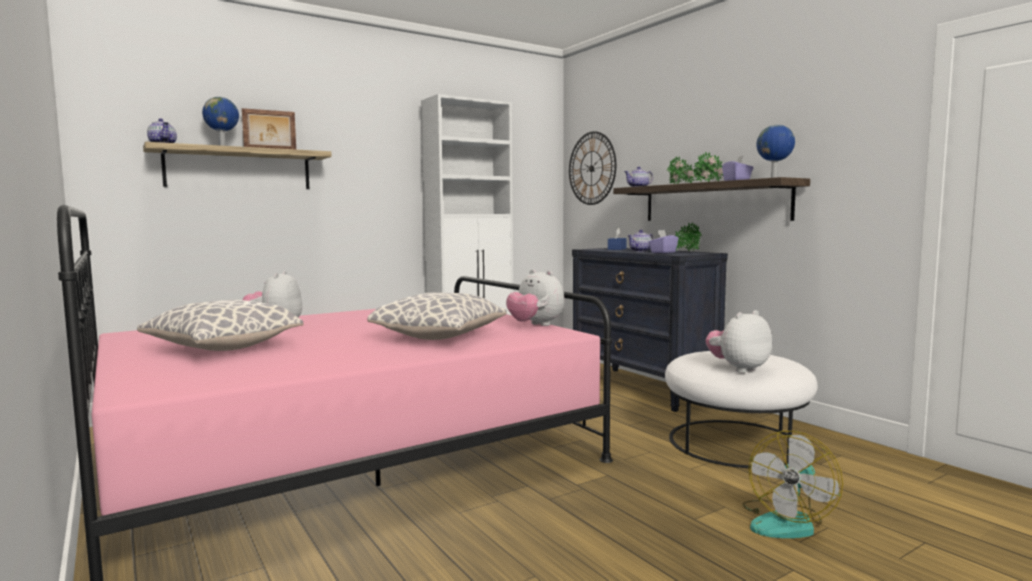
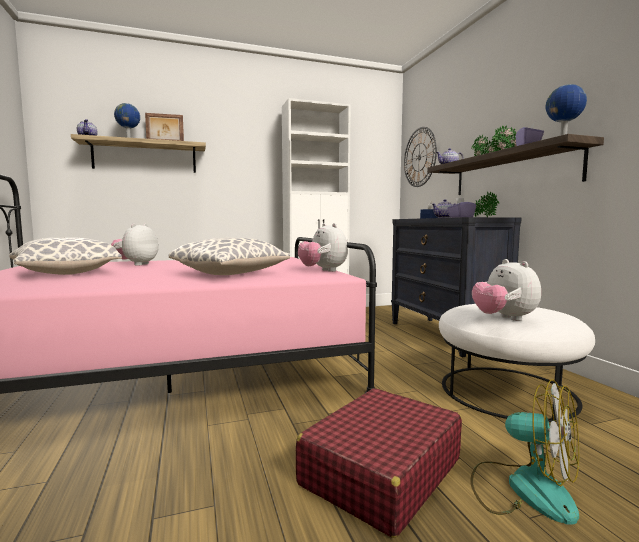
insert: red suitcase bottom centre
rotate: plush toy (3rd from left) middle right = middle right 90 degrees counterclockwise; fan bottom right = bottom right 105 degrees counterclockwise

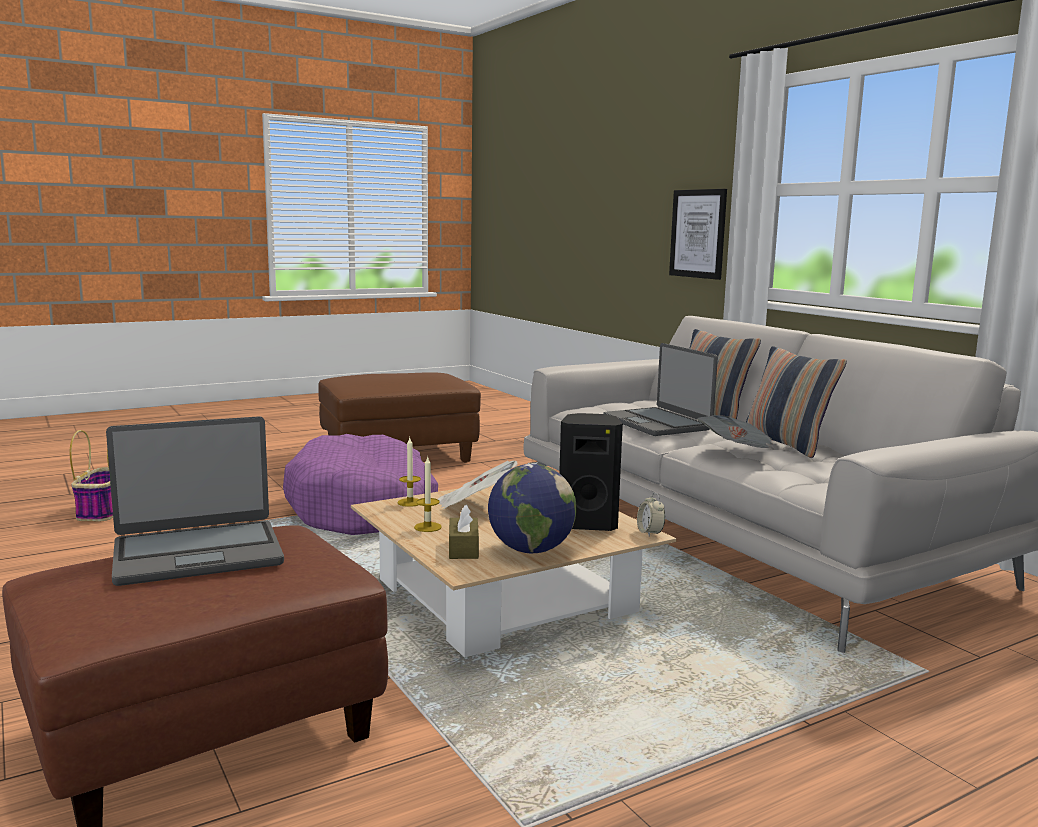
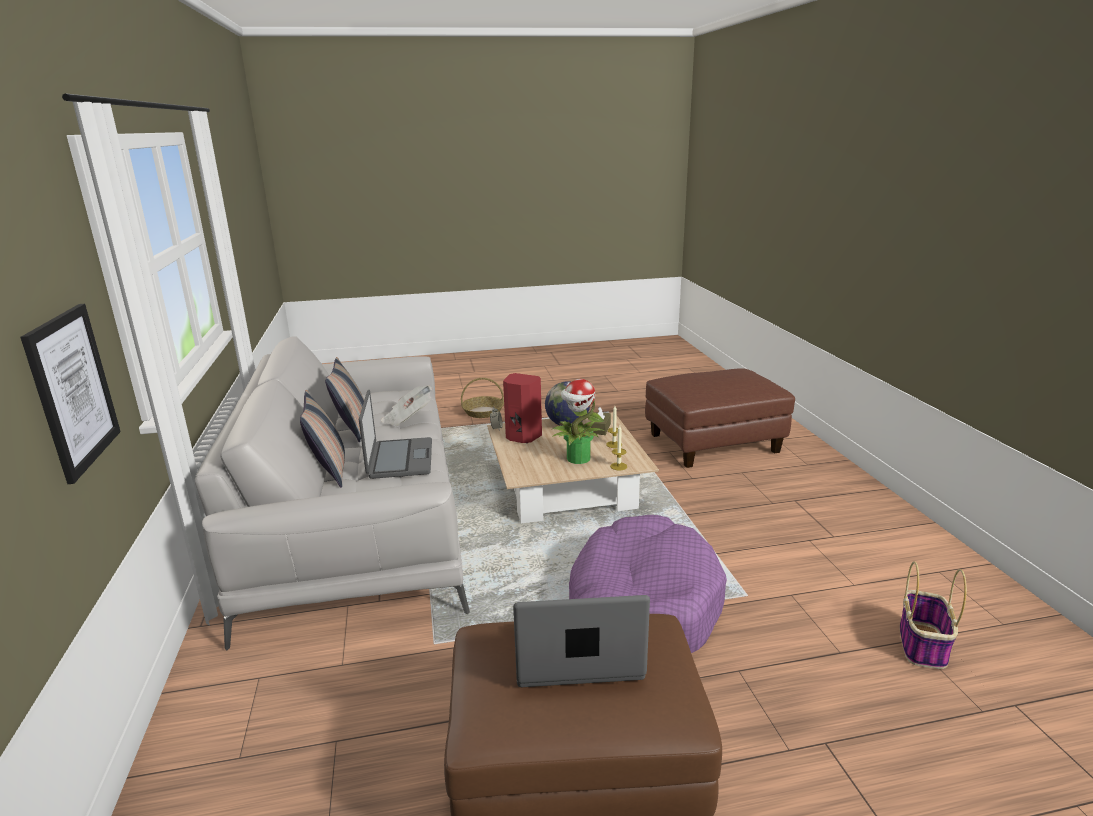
insert: basket (1st from left) centre
move: laptop (1st from left in the first image) middle left to laptop (2nd from left) bottom centre
replace: newspaper (1st from left) centre to potted plant centre
recolor: black speaker centre to red speaker centre

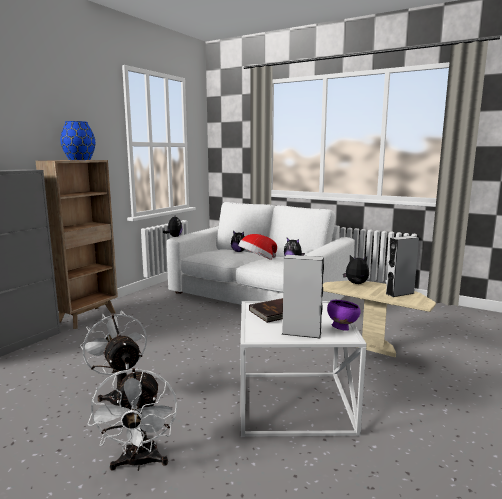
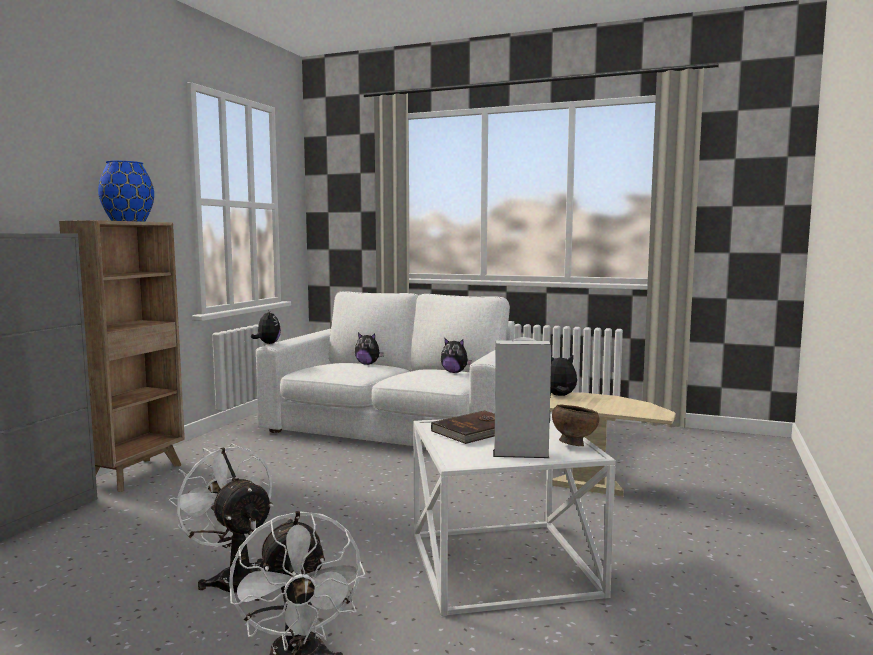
delete: hat centre; grey speaker (2nd from left) middle right
recolor: purple bowl middle right to brown bowl centre

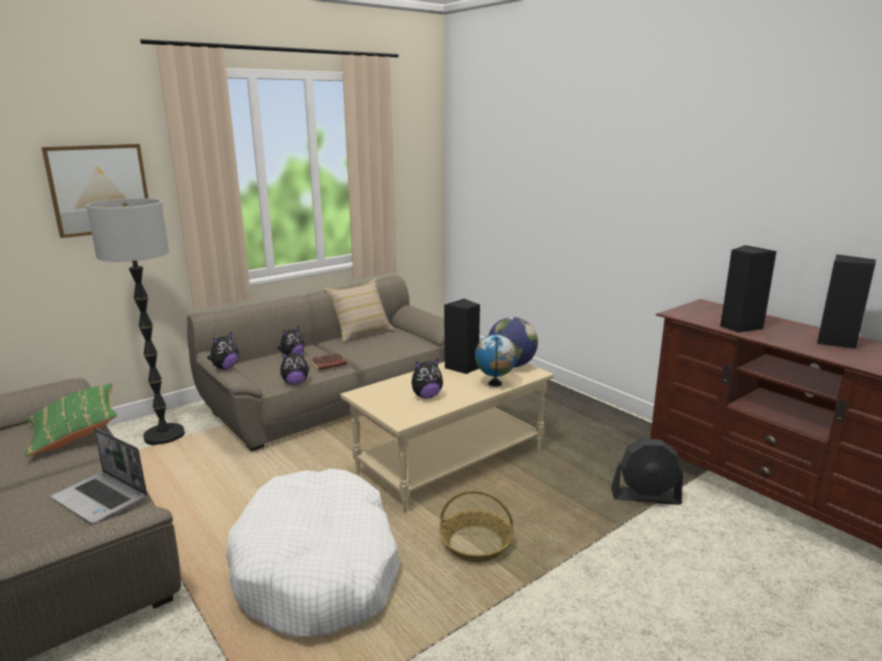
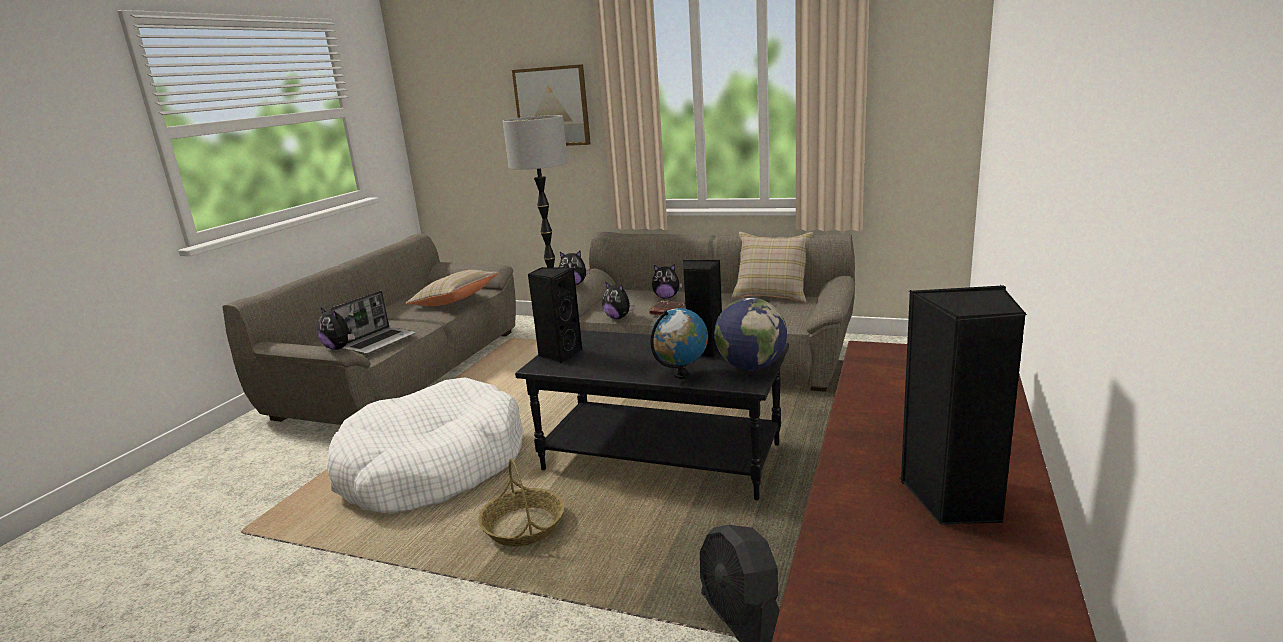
move: plush toy (4th from left in the first image) centre to plush toy (1st from left) middle left; black speaker (2nd from left in the first image) middle right to black speaker (1st from left) centre
recolor: green pillow middle left to beige pillow (1st from left) centre; beige coffee table centre to black coffee table centre
rotate: laptop bottom left = middle left 150 degrees counterclockwise

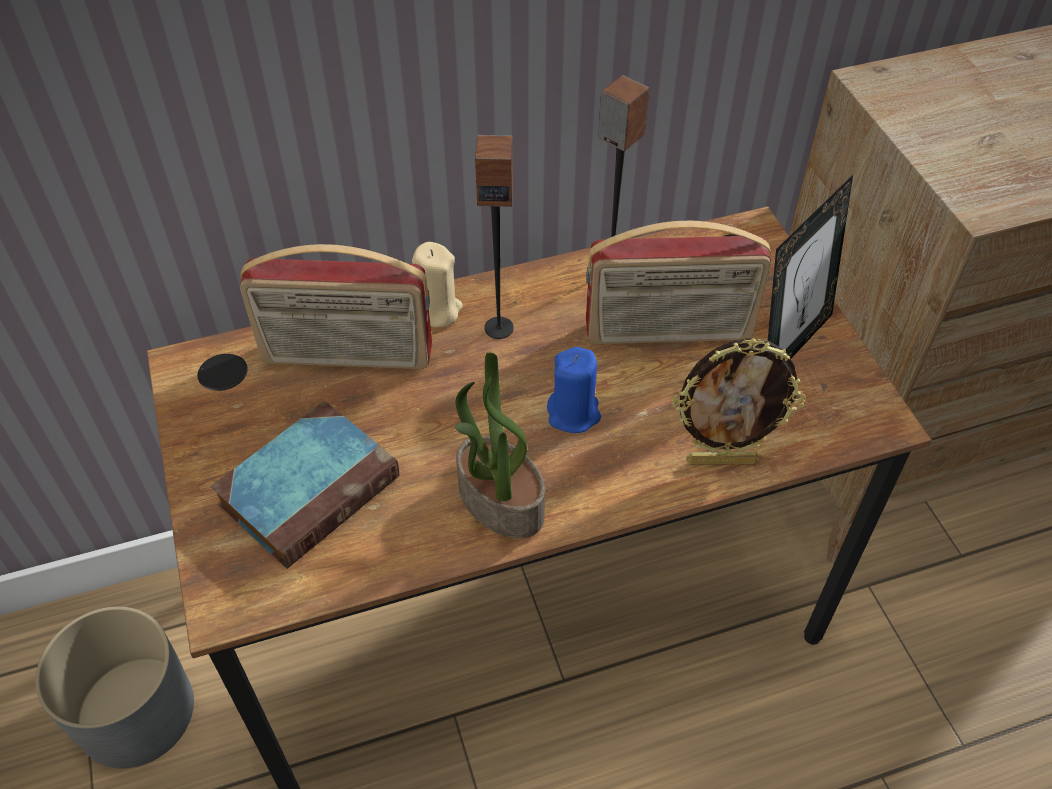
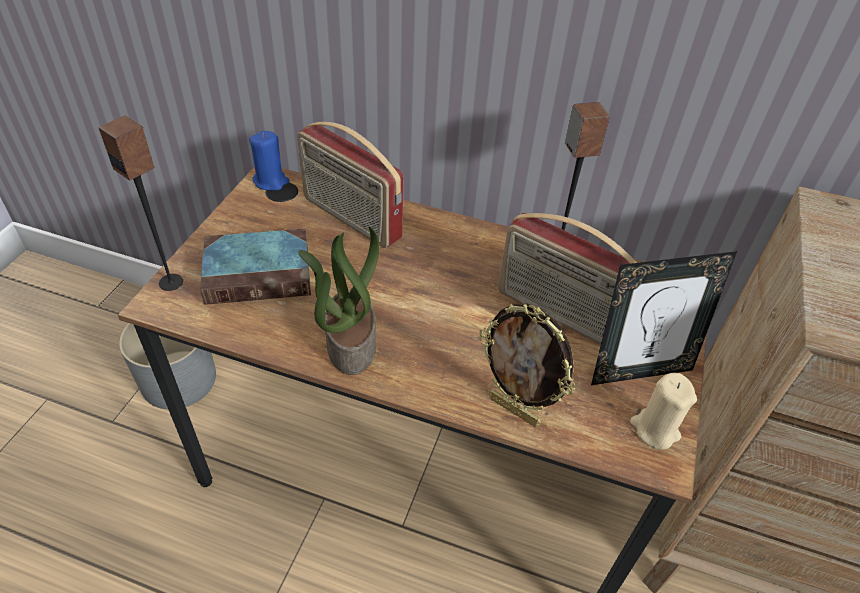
move: beige candle centre to bottom right; speaker (1st from left) top centre to middle left; blue candle centre to top left

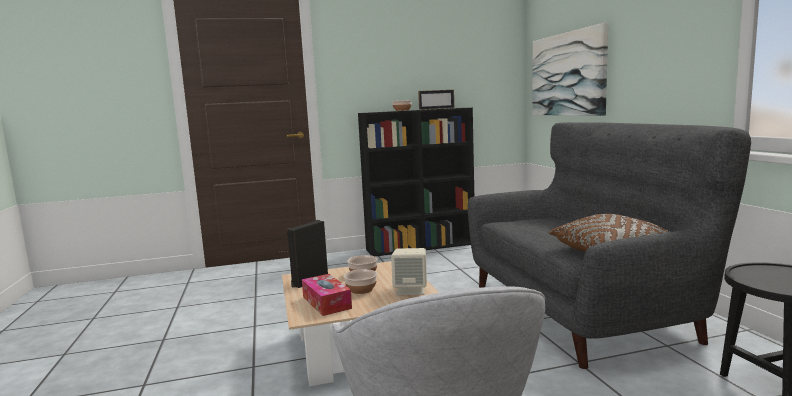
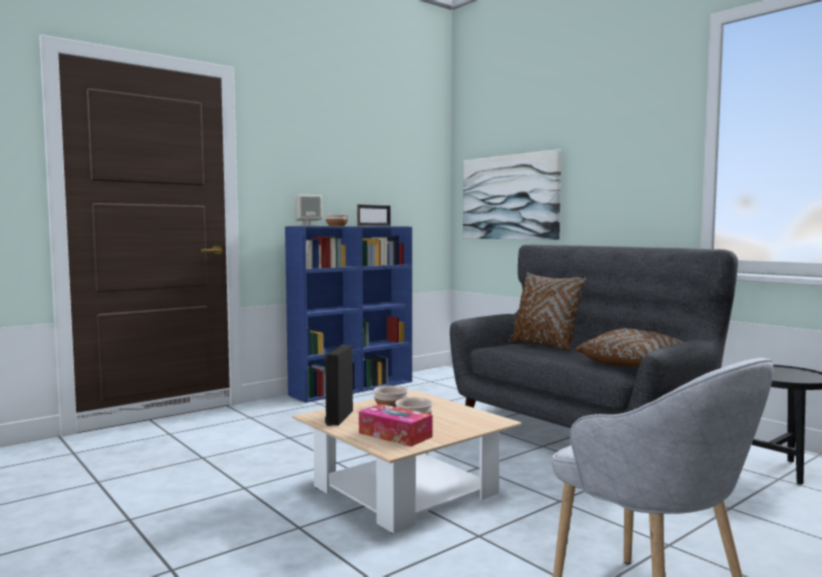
insert: brown pillow (1st from left) centre
move: beige speaker bottom centre to centre
recolor: black bookcase centre to blue bookcase centre

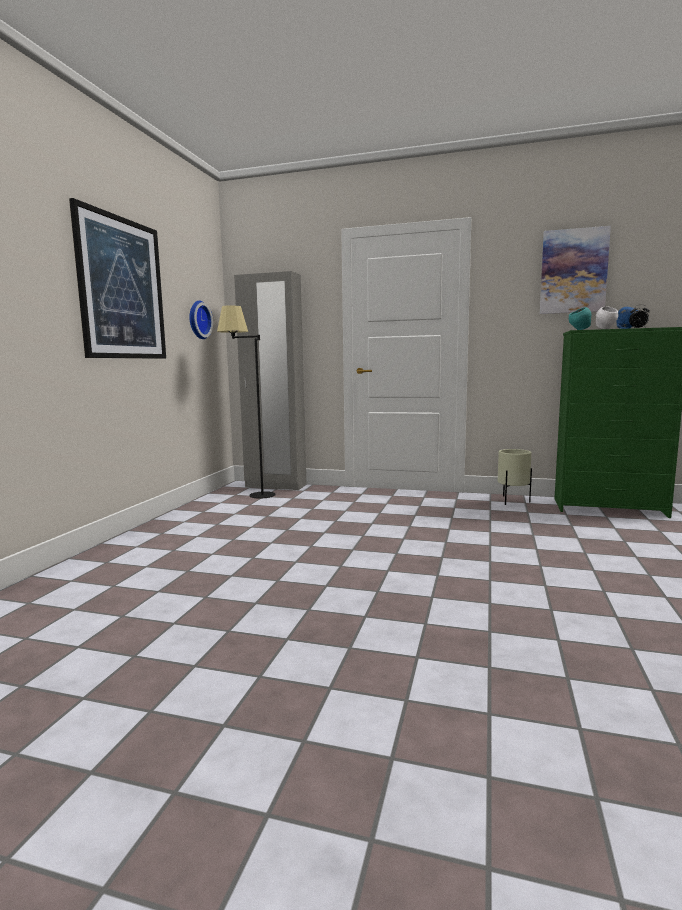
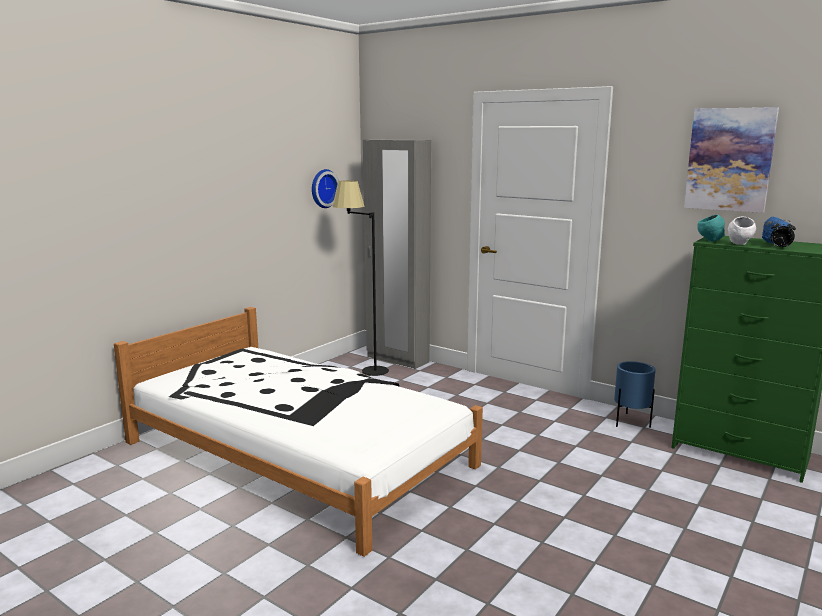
delete: picture (1st from left) top left
insert: white bed bottom centre
recolor: beige planter middle right to blue planter middle right

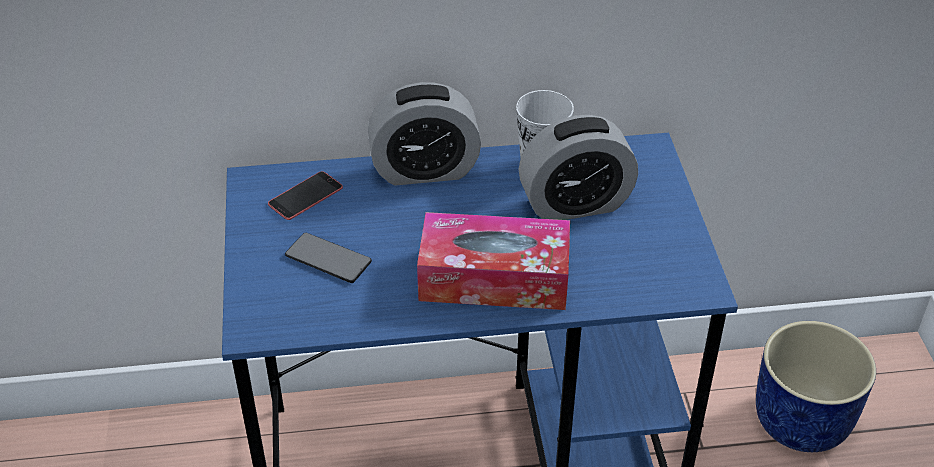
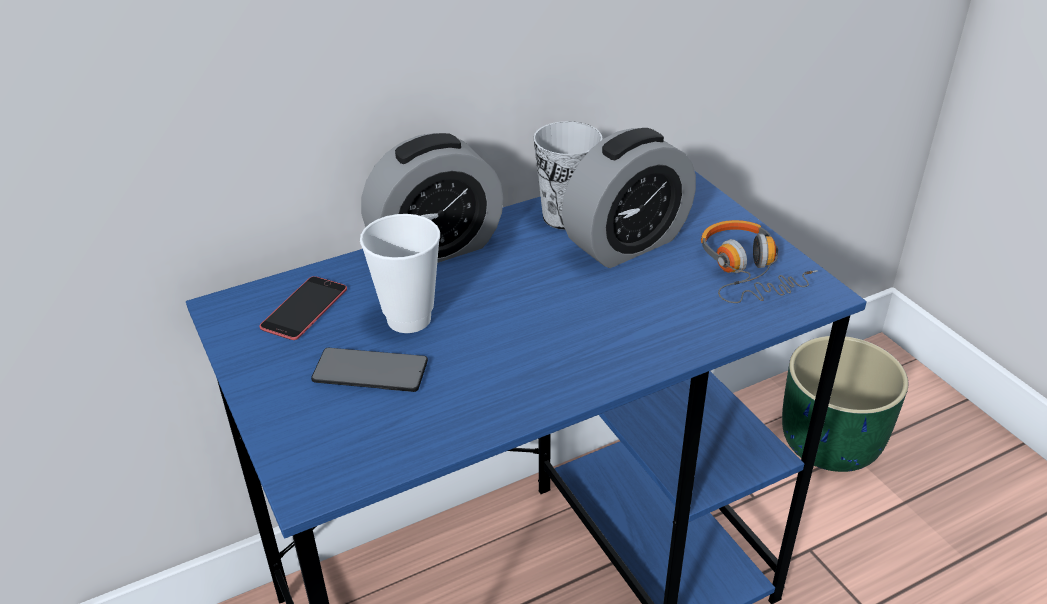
delete: tissue box centre
insert: cup (1st from left) centre; headphones middle right
recolor: blue planter bottom right to green planter bottom right

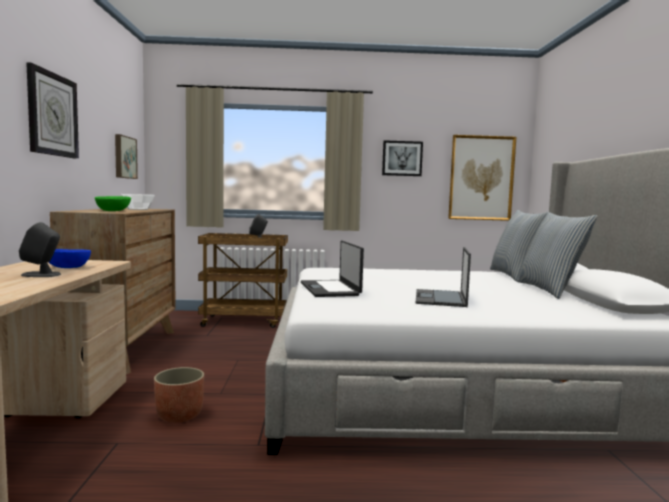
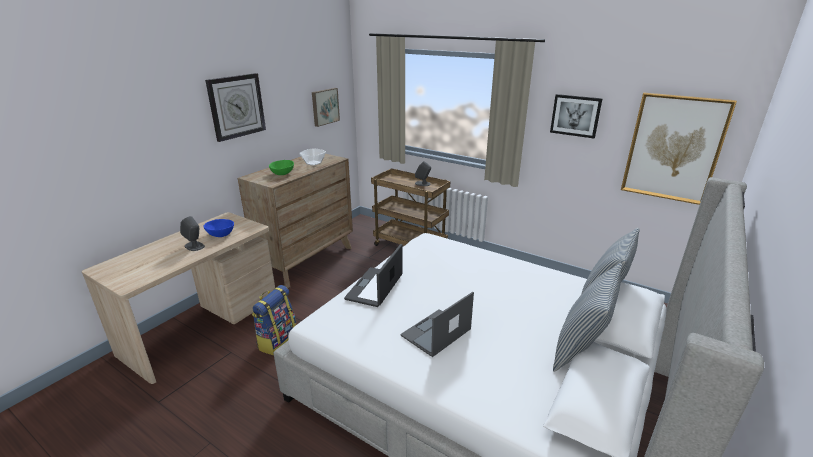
replace: planter bottom left to backpack bottom centre

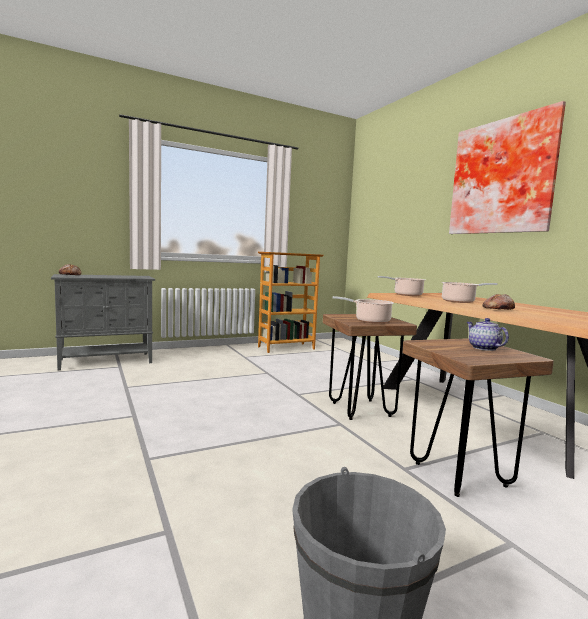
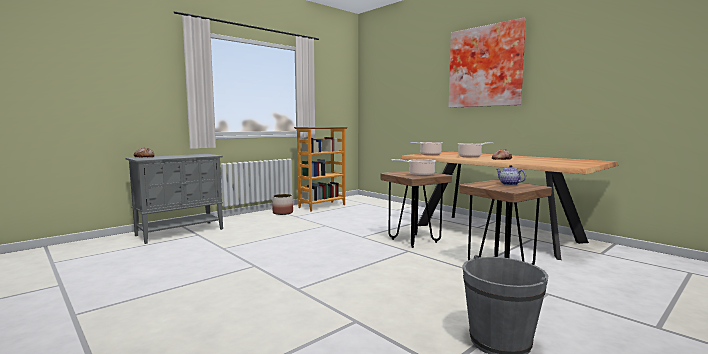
insert: planter centre

